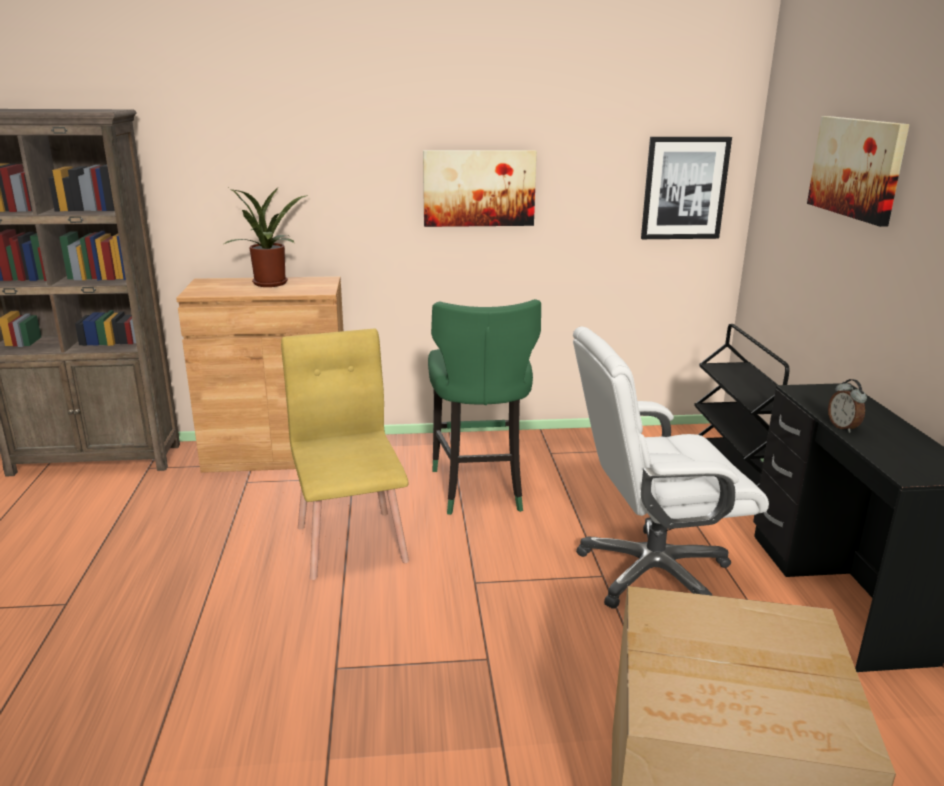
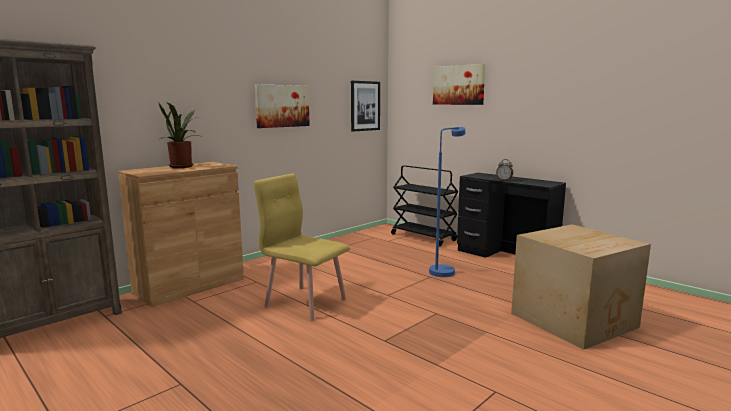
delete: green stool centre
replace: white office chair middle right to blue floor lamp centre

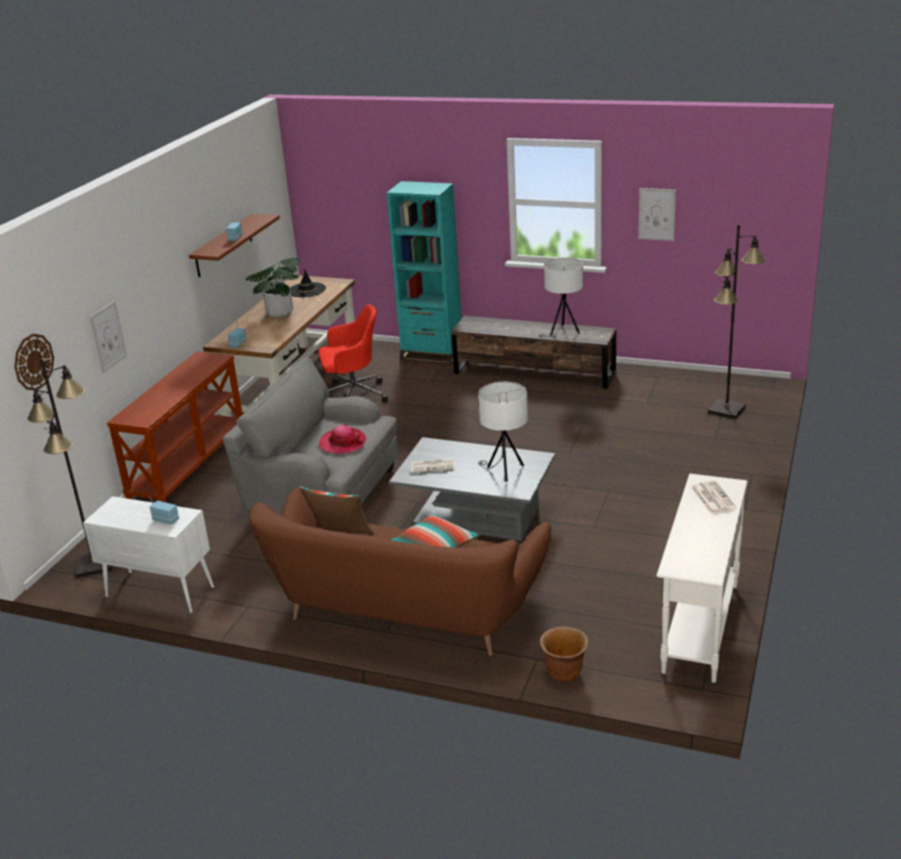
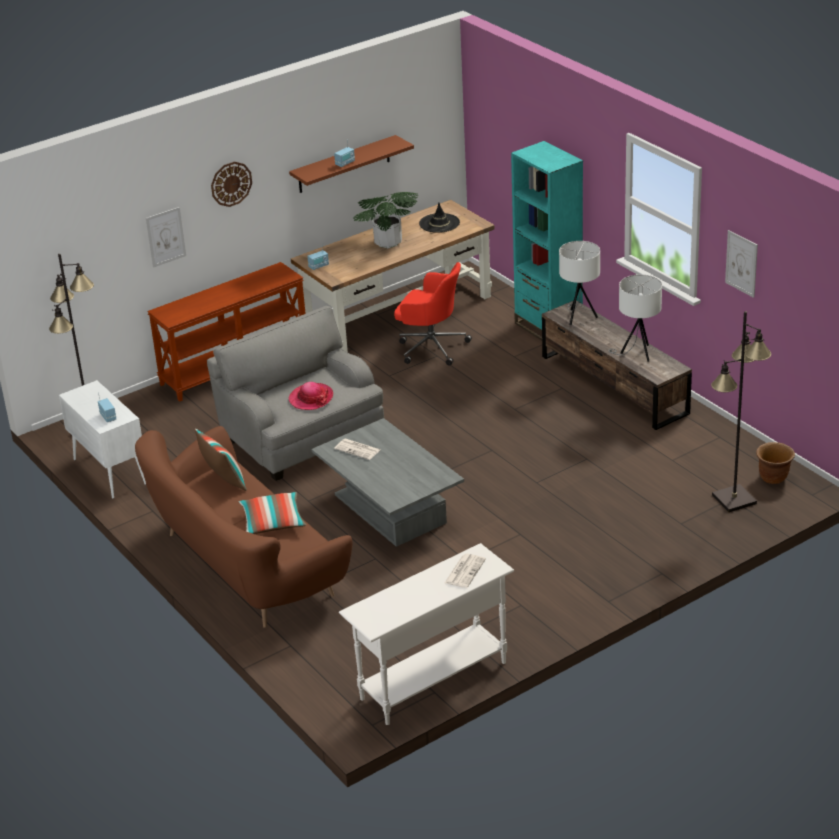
move: wall clock middle left to top left; white table lamp (1st from left) centre to middle right; brown planter bottom centre to middle right

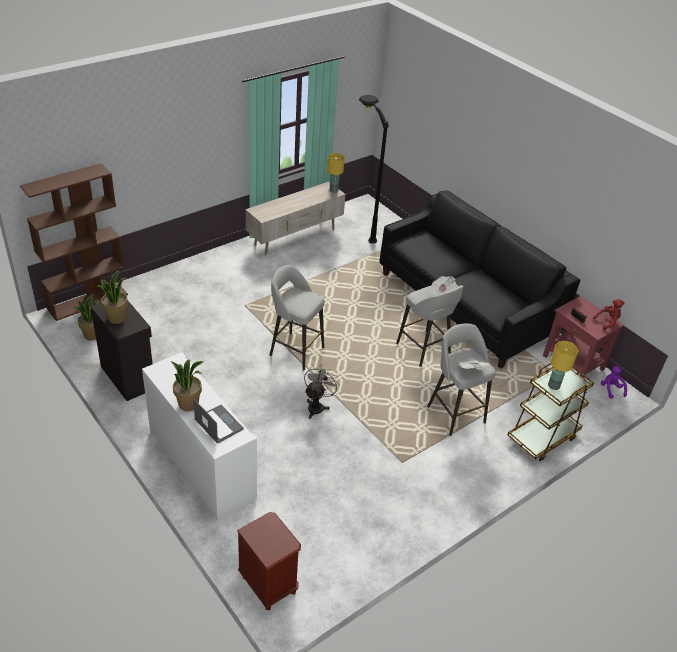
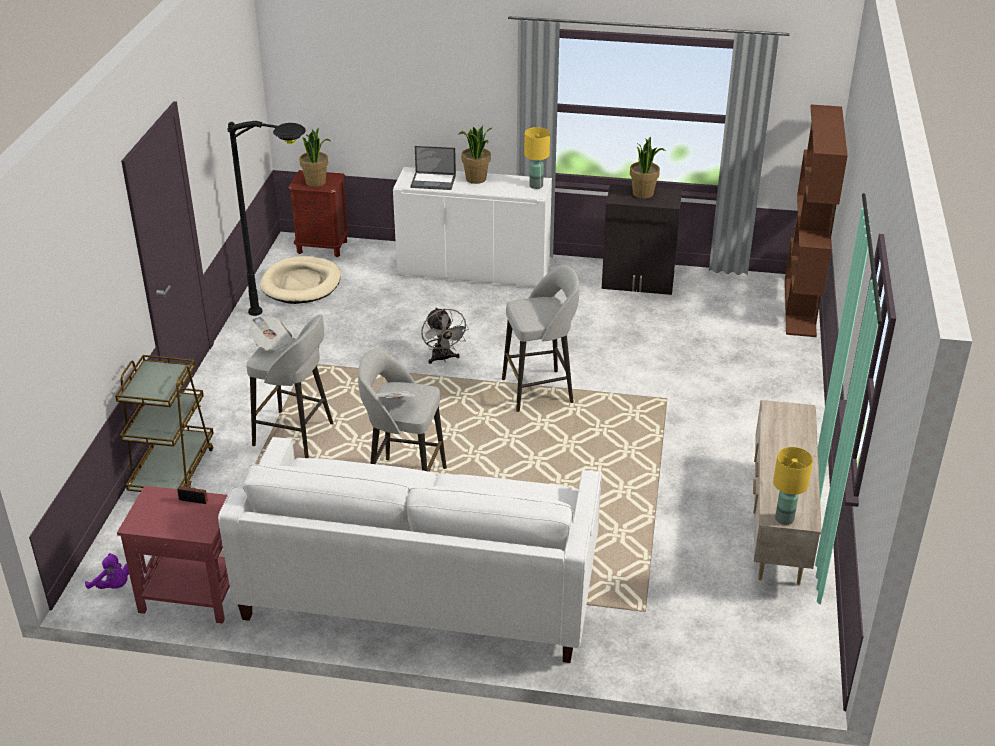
delete: red plush toy middle right
insert: beige dog bed middle left
move: potted plant (1st from left) middle left to top left; black floor lamp top centre to top left; yellow table lamp (2nd from left in the first image) middle right to yellow table lamp (1st from left) top centre
recolor: black sofa middle right to white sofa bottom centre

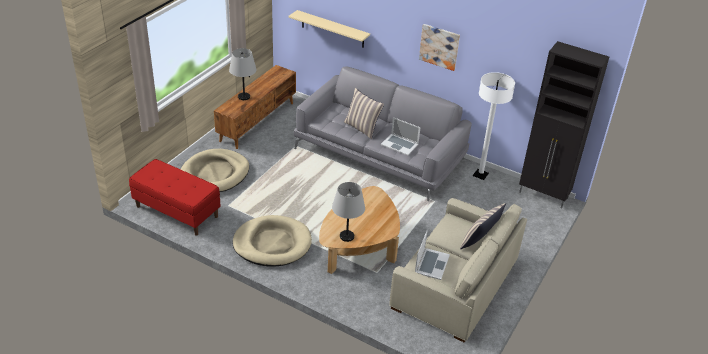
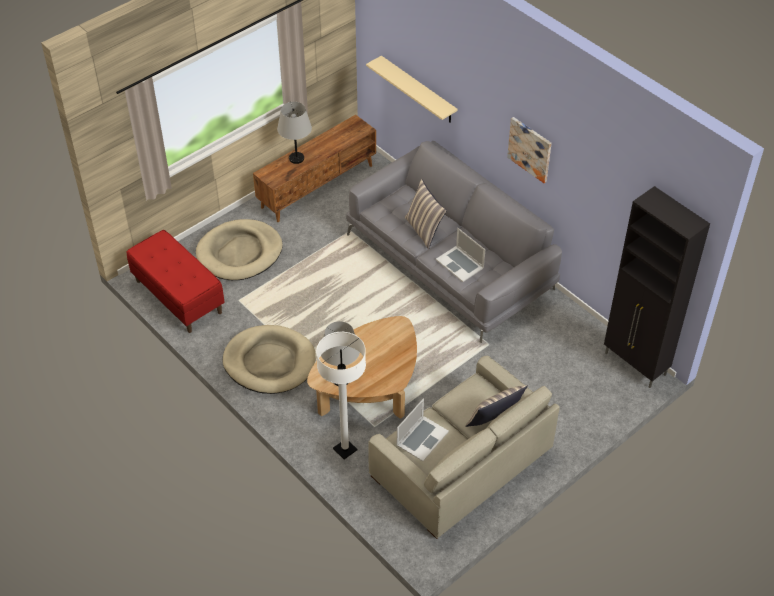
move: white floor lamp middle right to centre

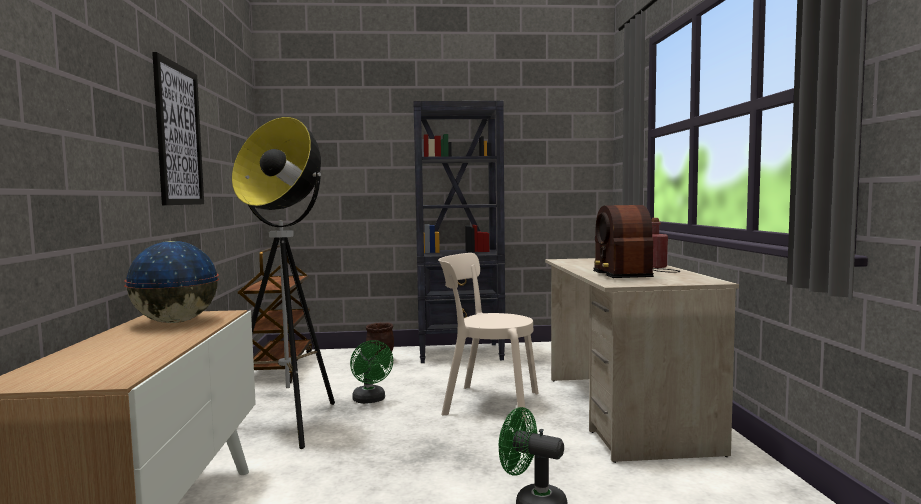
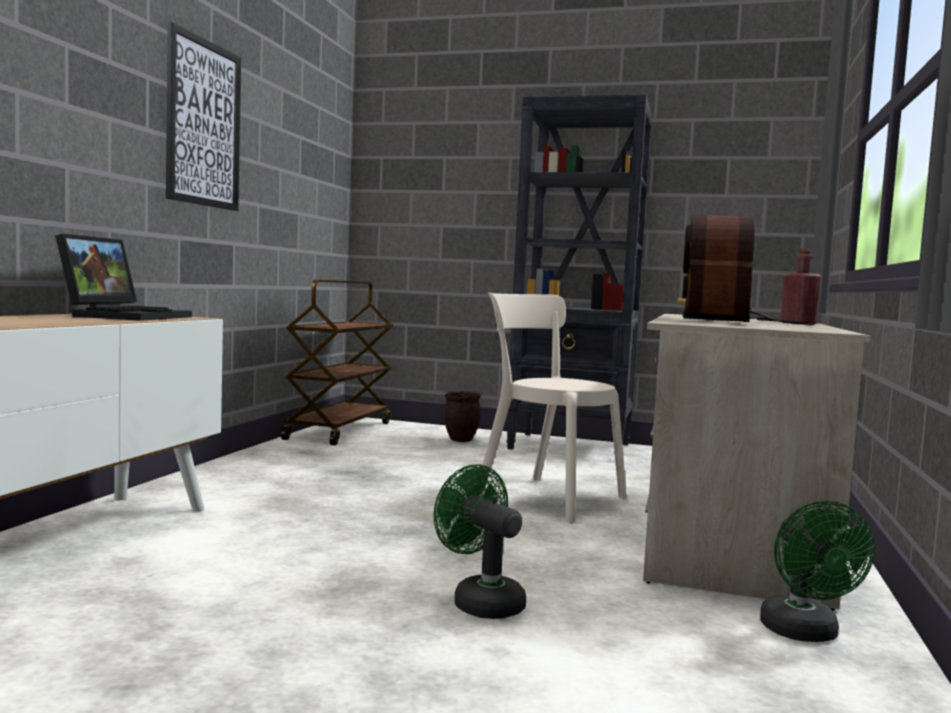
delete: floor lamp middle left
move: green fan (1st from left in the first image) bottom centre to green fan (2nd from left) bottom right
replace: globe middle left to laptop middle left

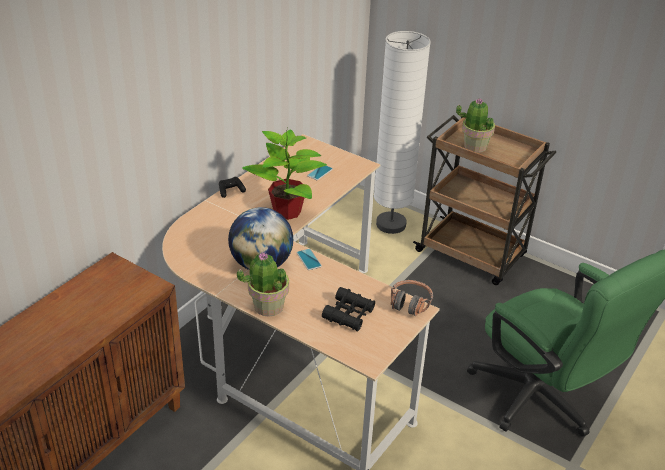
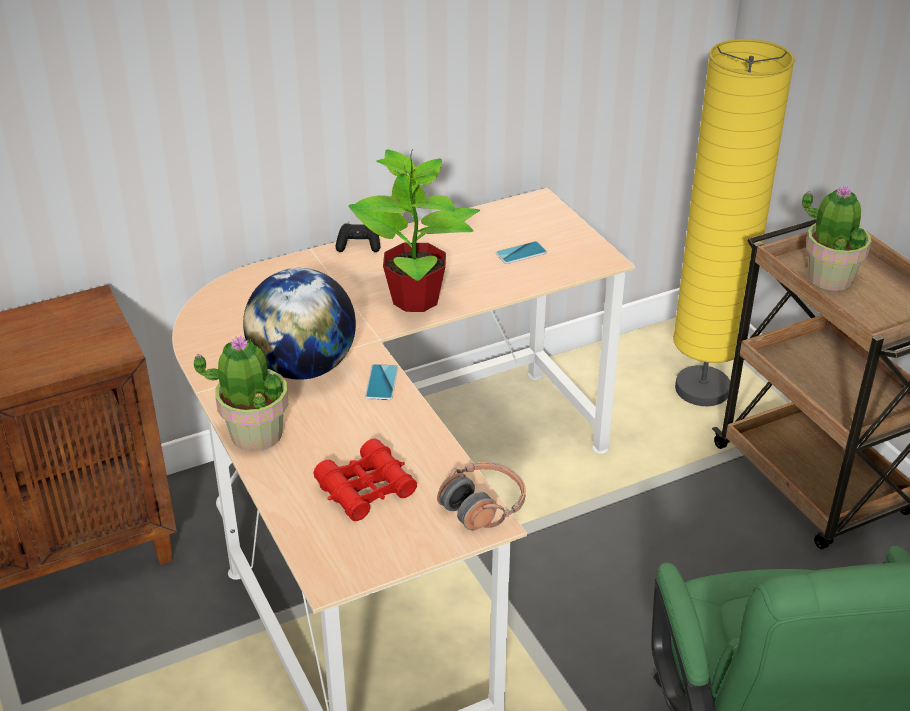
recolor: black binoculars centre to red binoculars bottom centre; white floor lamp top centre to yellow floor lamp top right

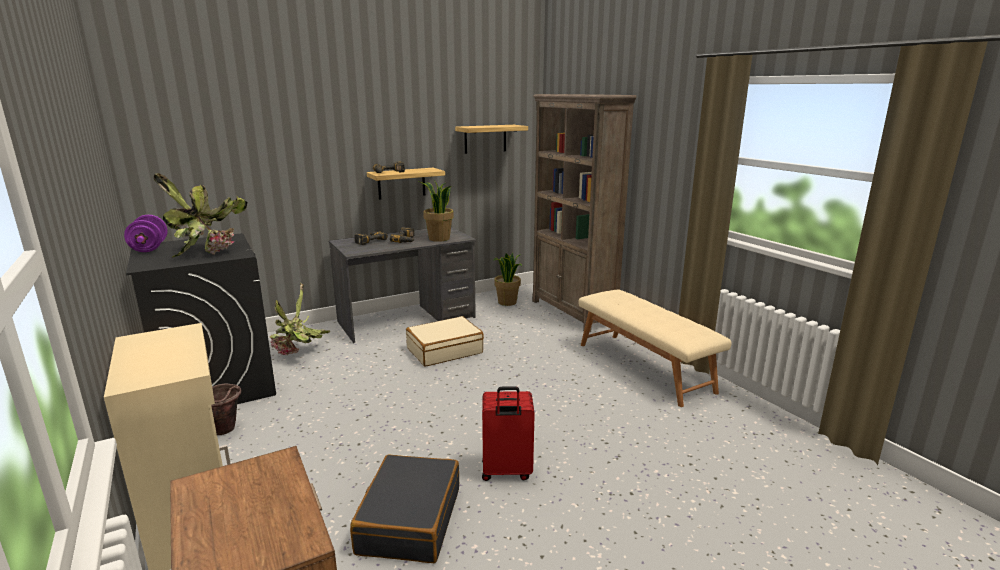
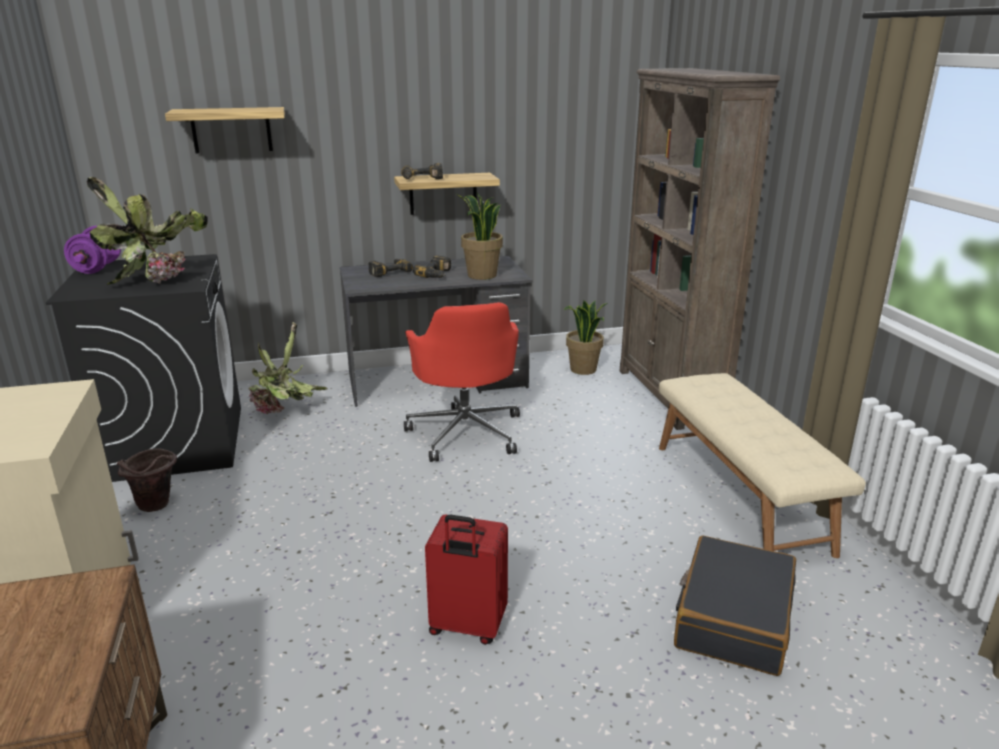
move: black suitcase bottom centre to bottom right; shelf (2nd from left in the first image) top centre to shelf (1st from left) top left
replace: beige suitcase centre to red office chair centre

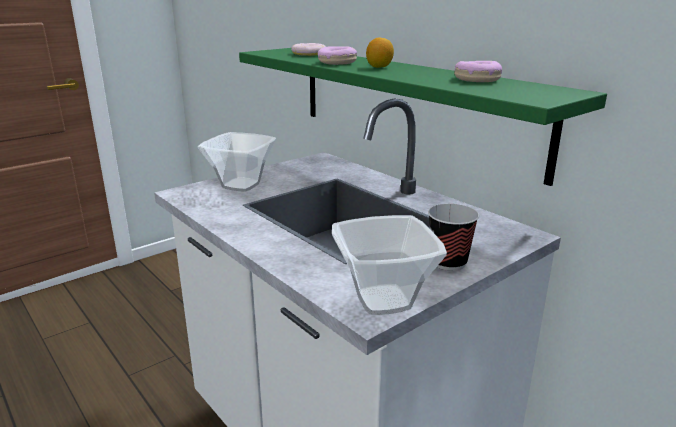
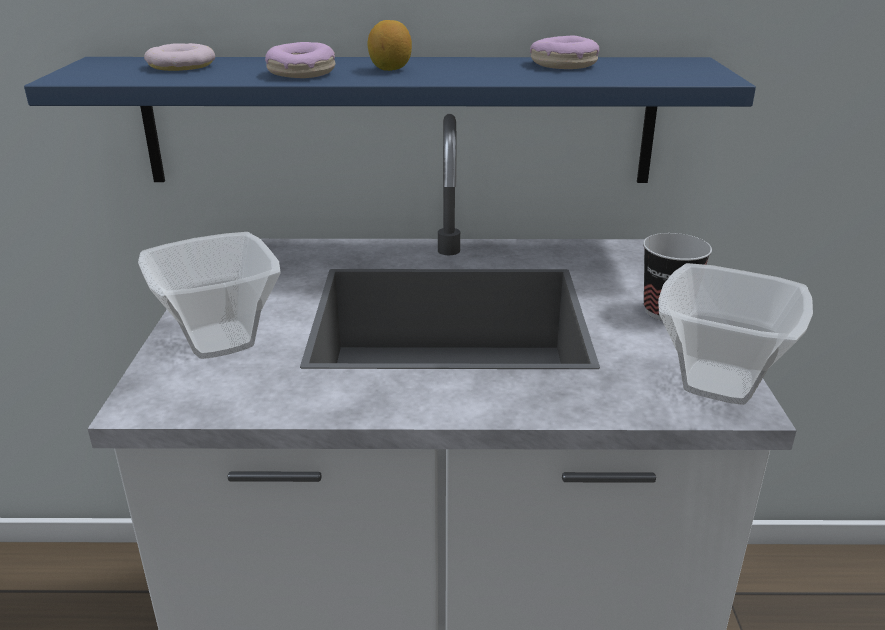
recolor: green shelf top centre to blue shelf top centre

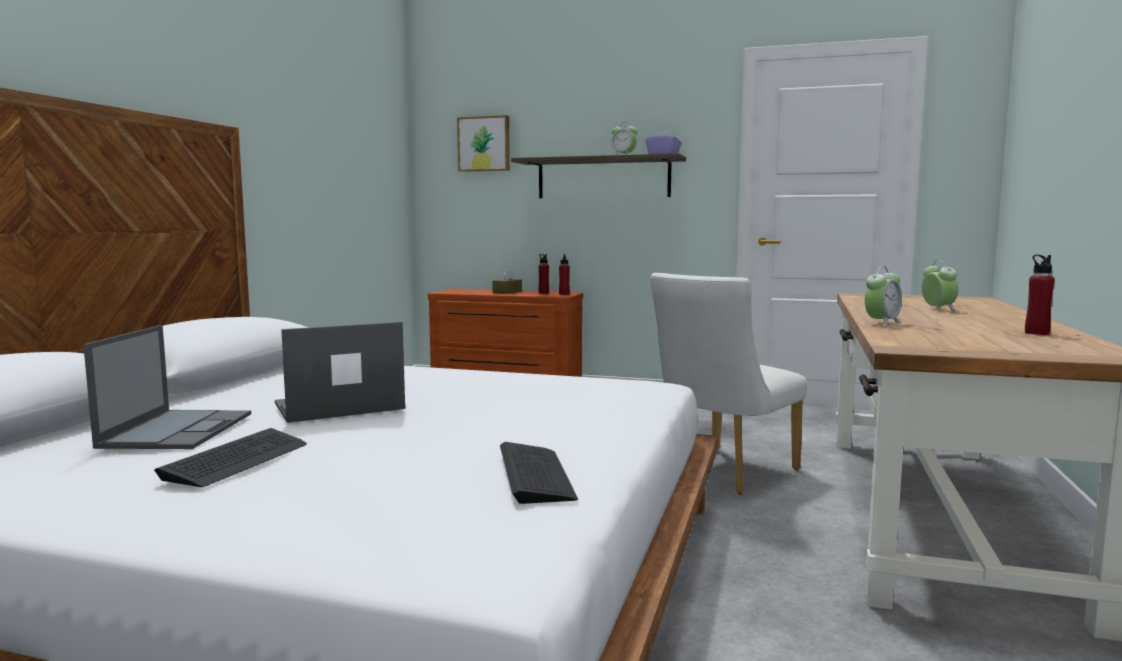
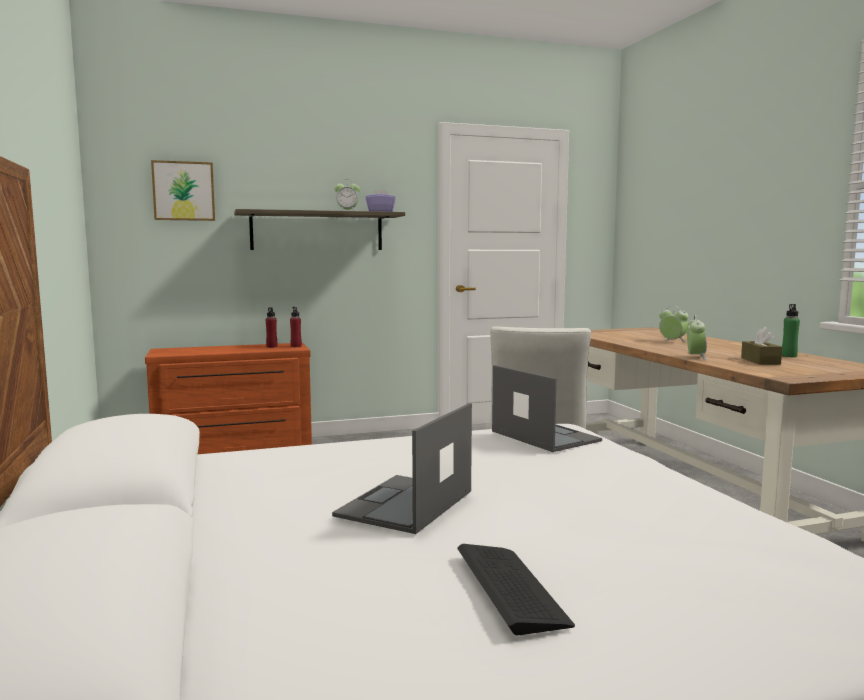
delete: keyboard (2nd from left) bottom centre
move: laptop (1st from left in the first image) middle left to laptop (2nd from left) centre; brown tissue box centre to middle right
recolor: red bottle (3rd from left) middle right to green bottle middle right

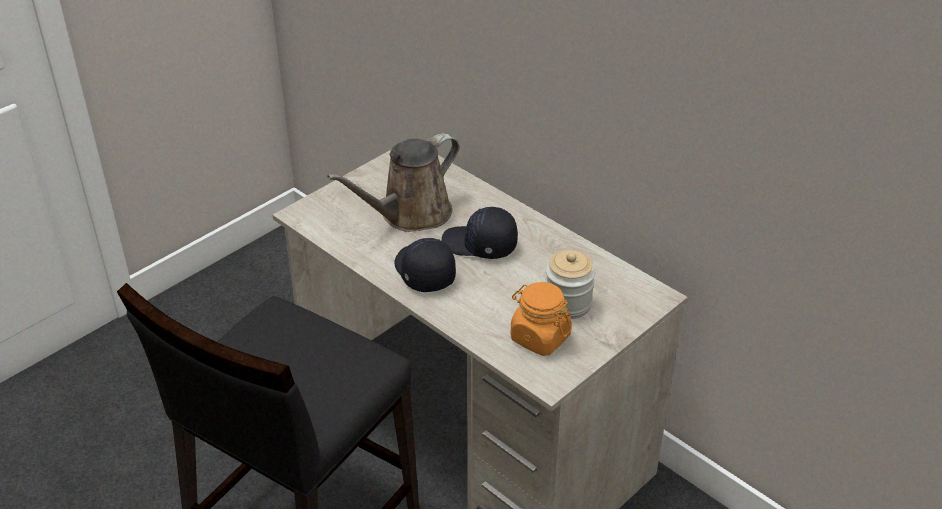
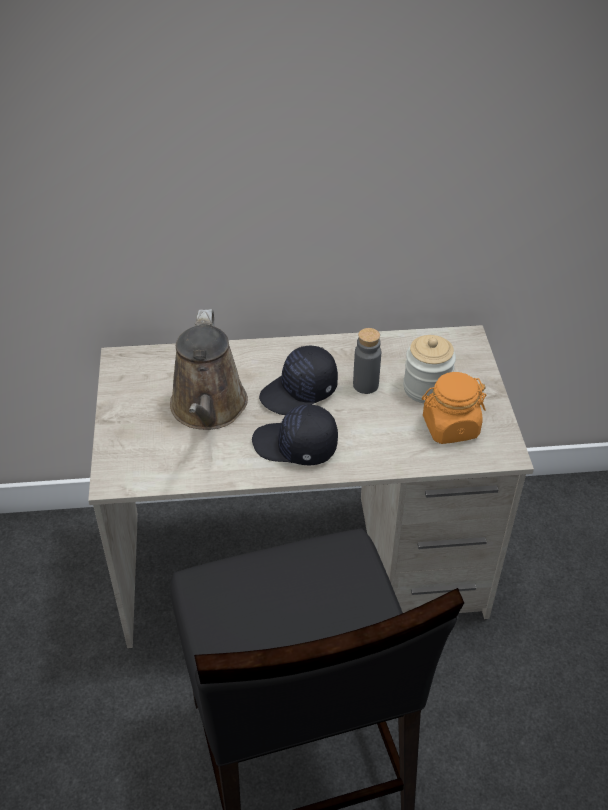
insert: grey bottle centre

